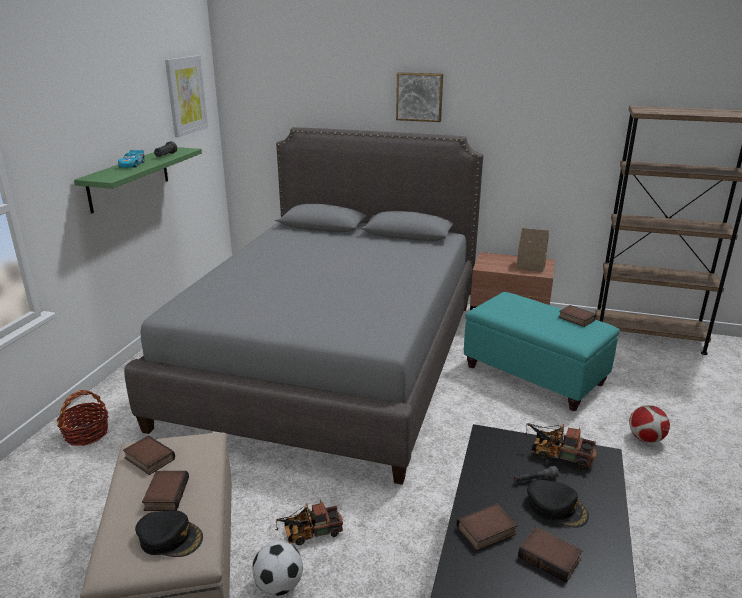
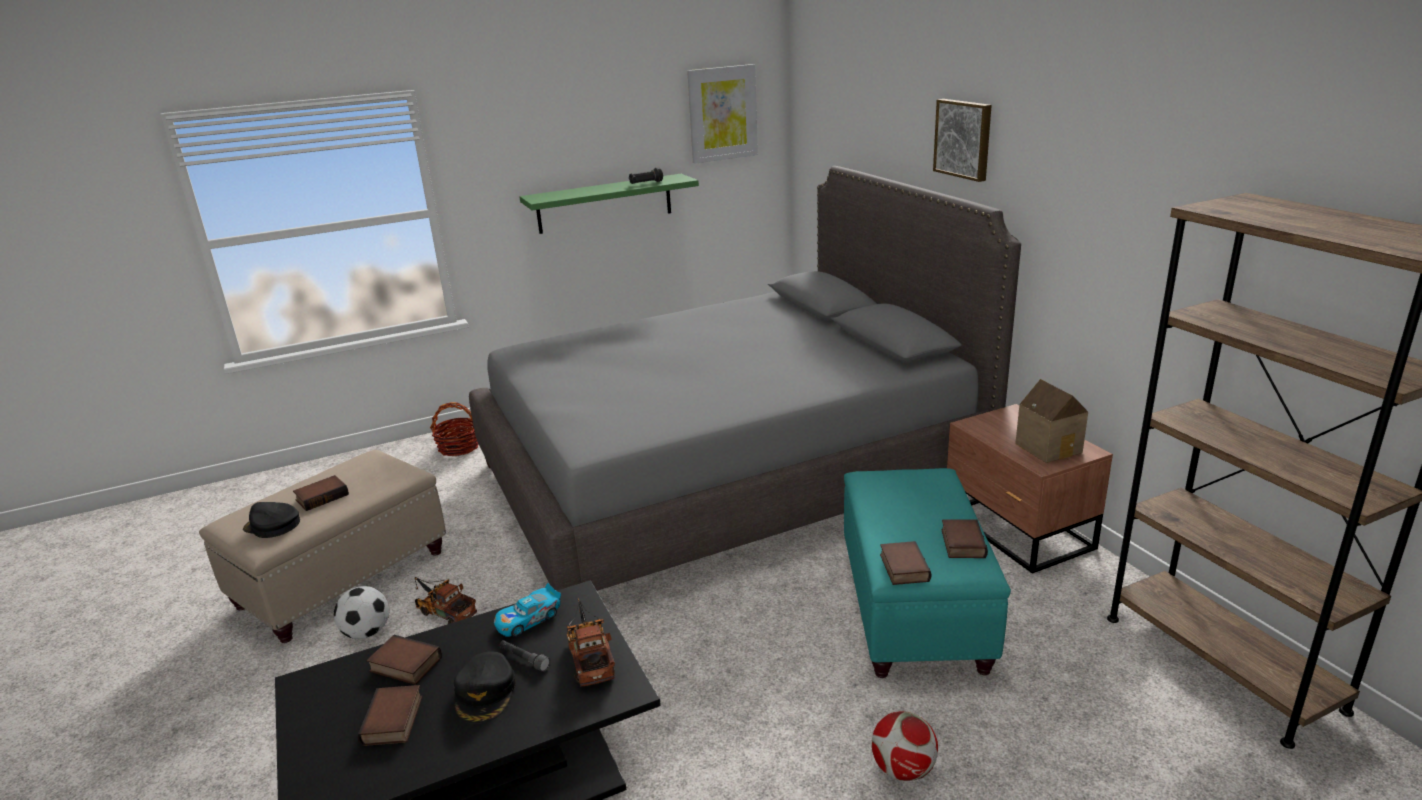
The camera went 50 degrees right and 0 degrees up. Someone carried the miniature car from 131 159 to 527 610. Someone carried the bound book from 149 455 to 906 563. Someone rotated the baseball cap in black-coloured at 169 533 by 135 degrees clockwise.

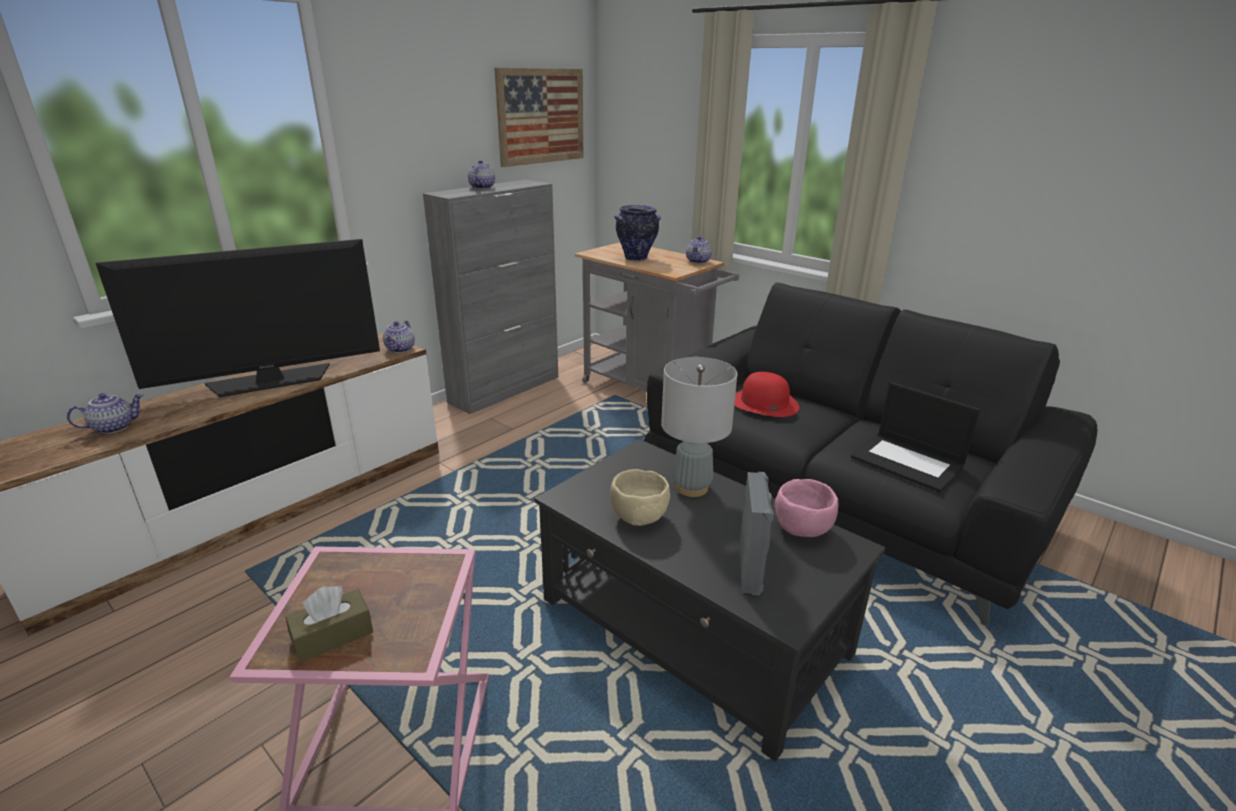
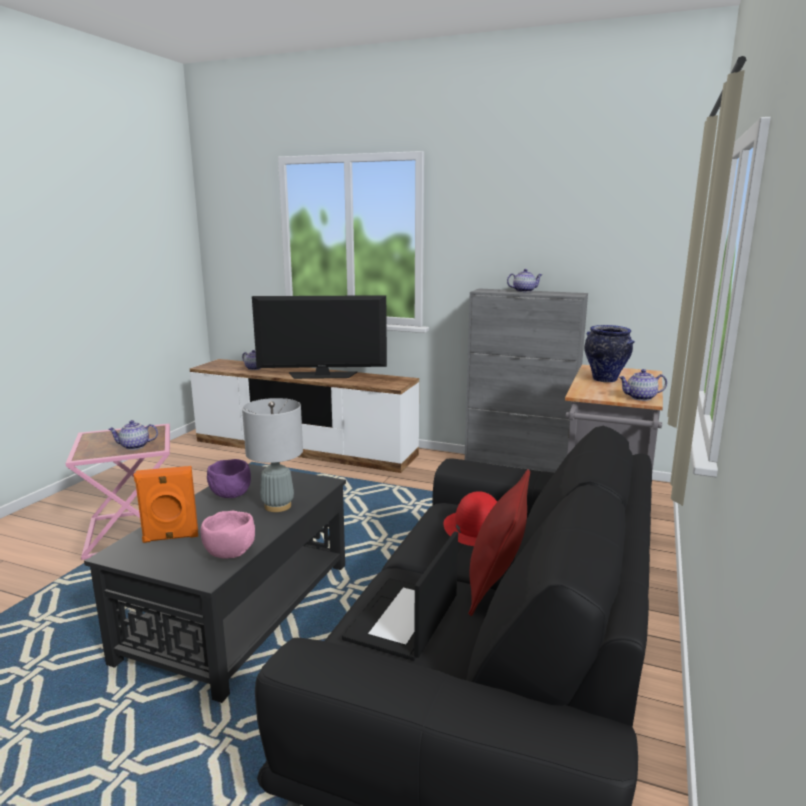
The camera went 70 degrees right and 10 degrees down. Someone took away the wall art at 539 117. Someone rotated the TV at 238 318 by 45 degrees counterclockwise. Someone carried the tea pot from 399 336 to 133 435. Someone repainted the bowl in sand-coloured at 640 497, which became the bowl in purple-coloured at 229 478. Someone repainted the loudspeaker in gray at 756 534, which became the loudspeaker in orange at 166 504. Someone took away the tissue holder in brownish at 329 624. Someone put down the pillow in red at 499 542.

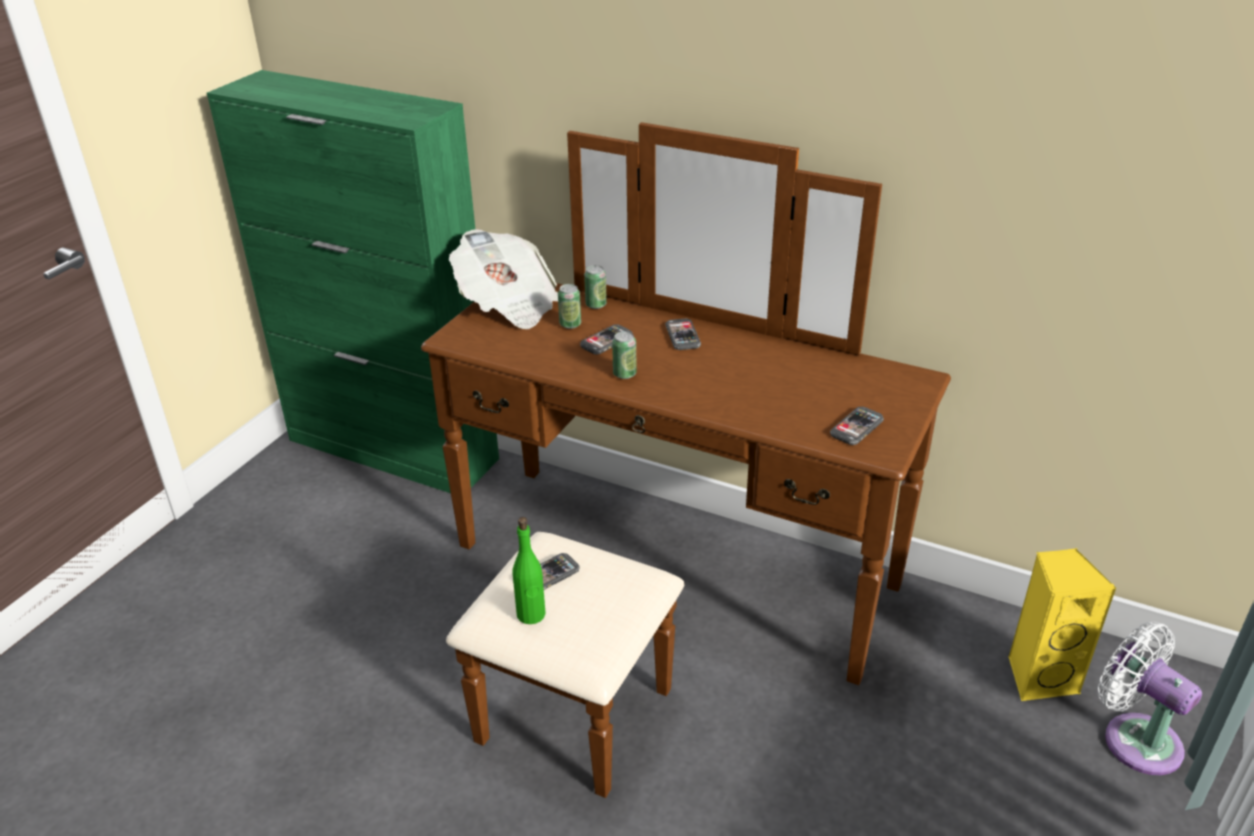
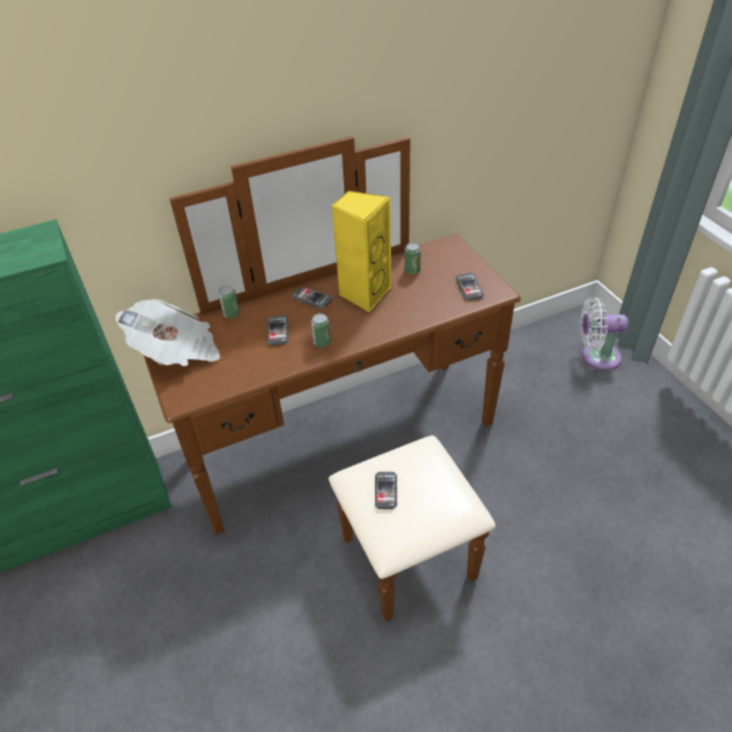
The camera went 50 degrees left and 10 degrees up. Someone carried the metal can from 569 306 to 413 258. Someone took away the bottle in green-coloured at 529 570. Someone carried the loudspeaker in yellow-coloured from 1062 624 to 361 251.

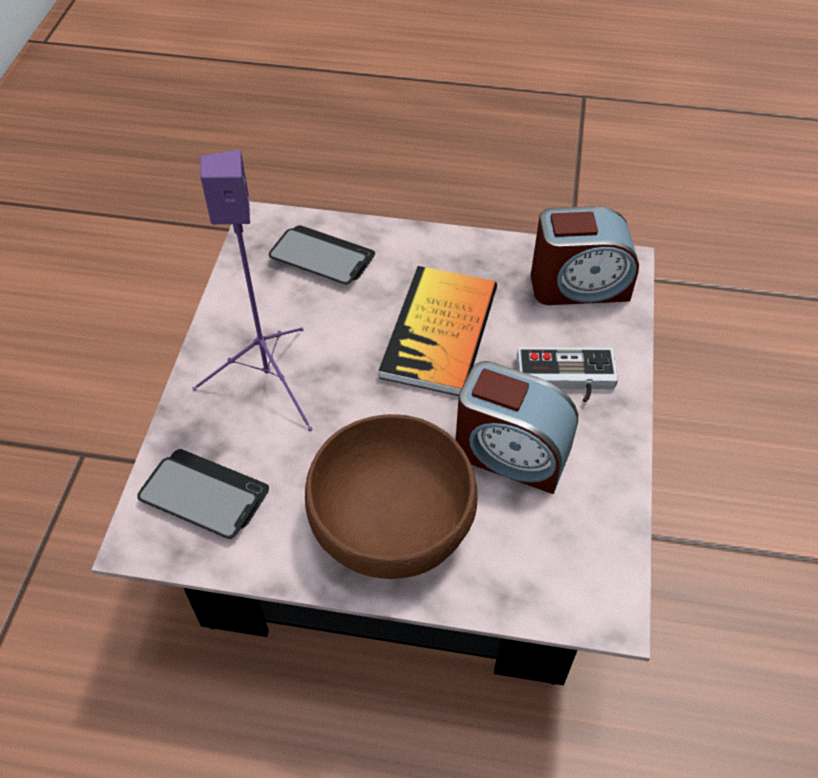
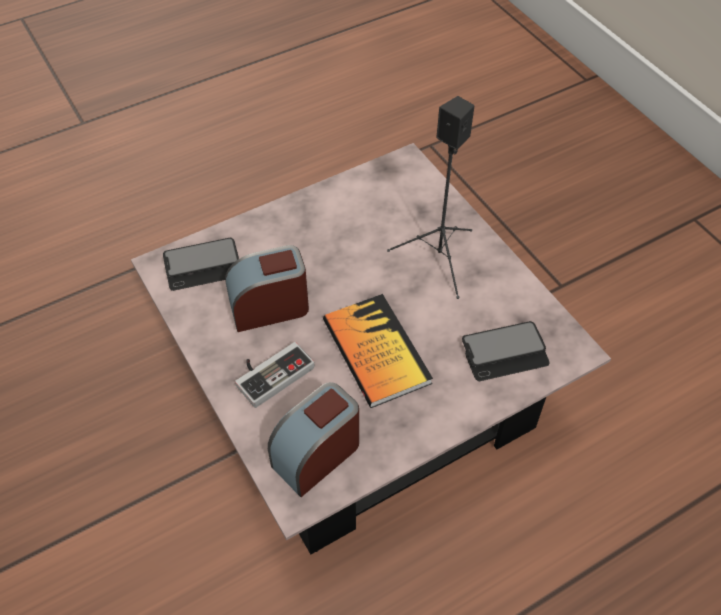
The camera went 140 degrees right and 0 degrees up. Someone repainted the loudspeaker in purple-coloured at 252 290, which became the loudspeaker in black-coloured at 430 197. Someone took away the bowl in brownish at 391 496. Someone carried the handset from 203 494 to 201 264.

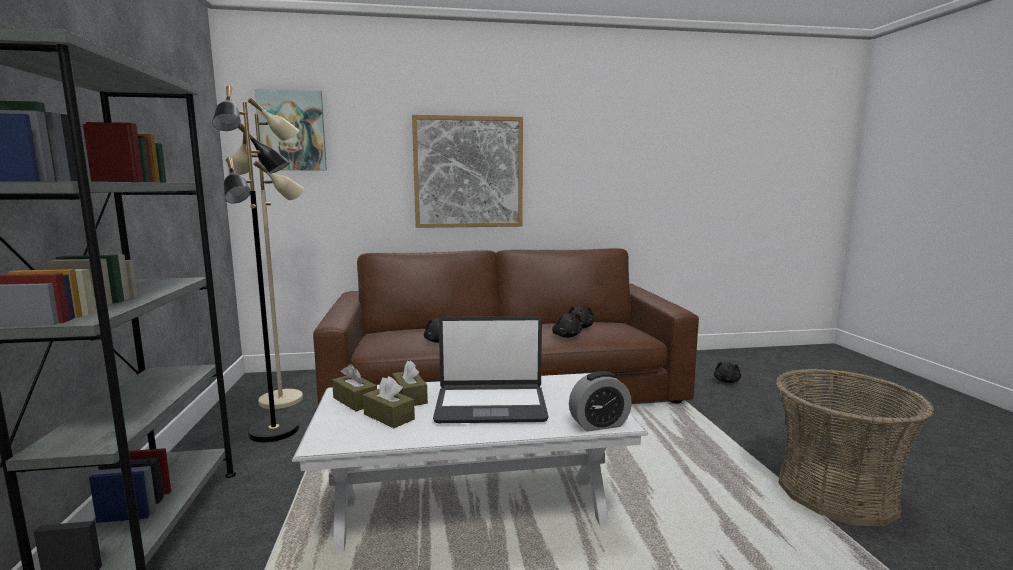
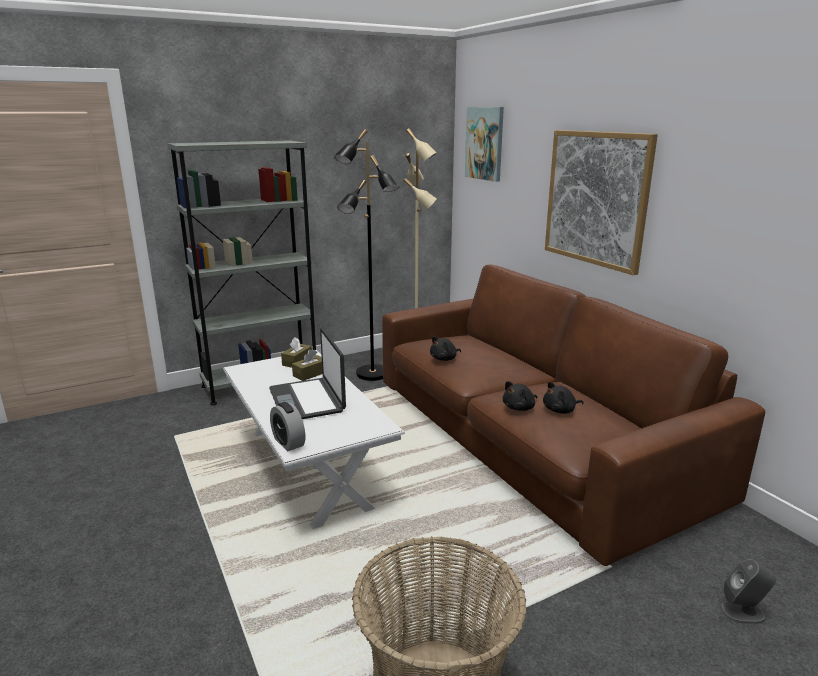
The camera went 70 degrees right and 10 degrees up. Someone swapped the plush toy in black-coloured at 727 372 for the loudspeaker in gray at 748 591. Someone took away the tissue holder in brownish at 389 402.

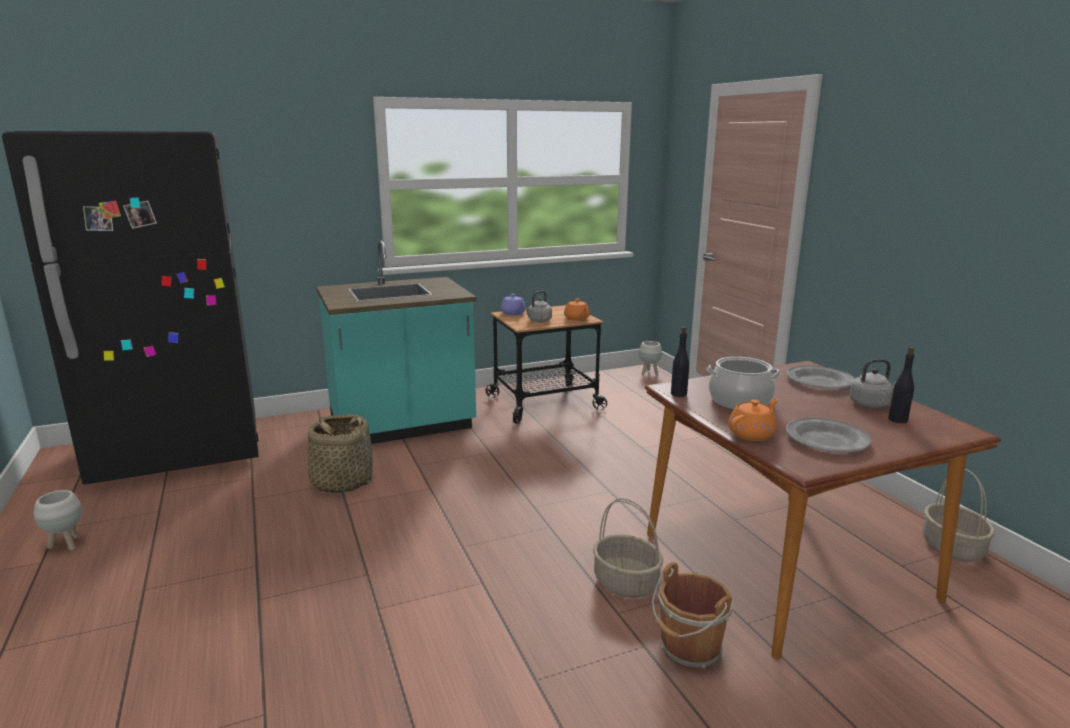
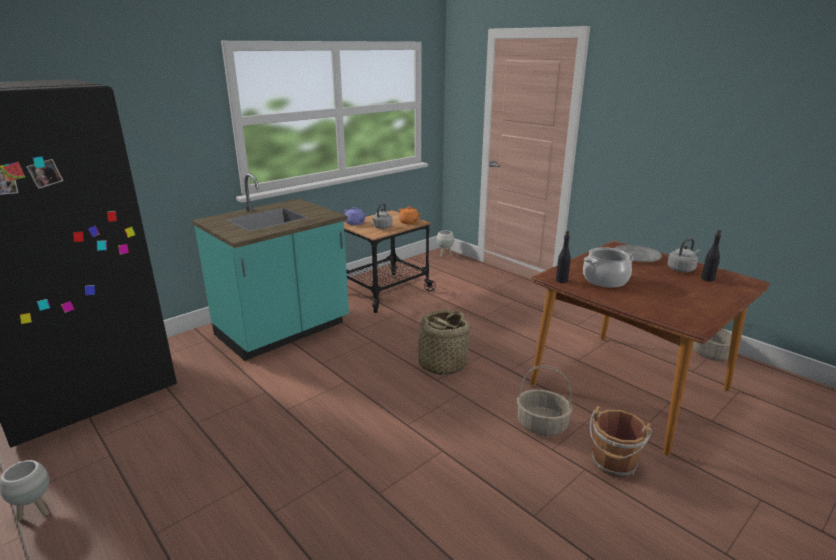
The camera went 20 degrees left and 5 degrees up. Someone took away the tea pot in orange at 753 420. Someone carried the storage basket from 338 453 to 439 342. Someone took away the flat dish in gray at 829 435.

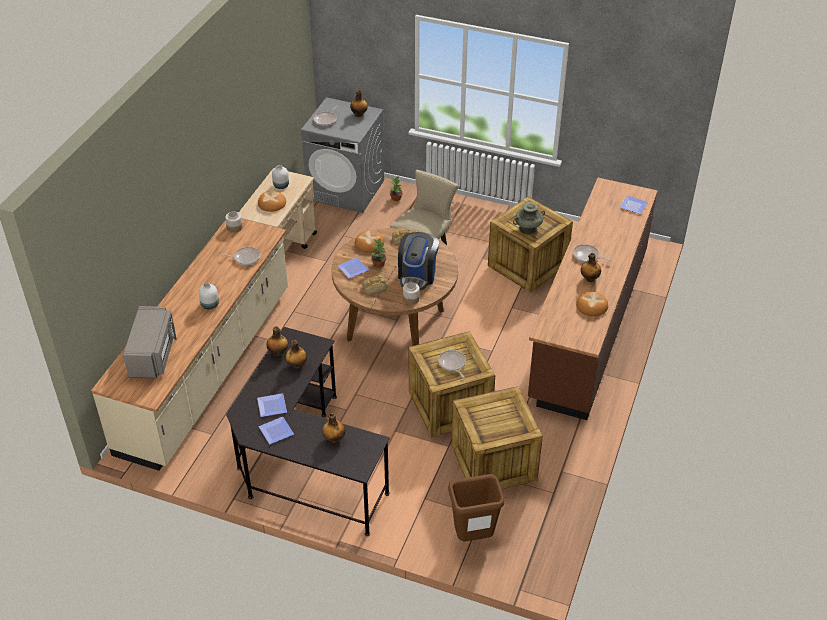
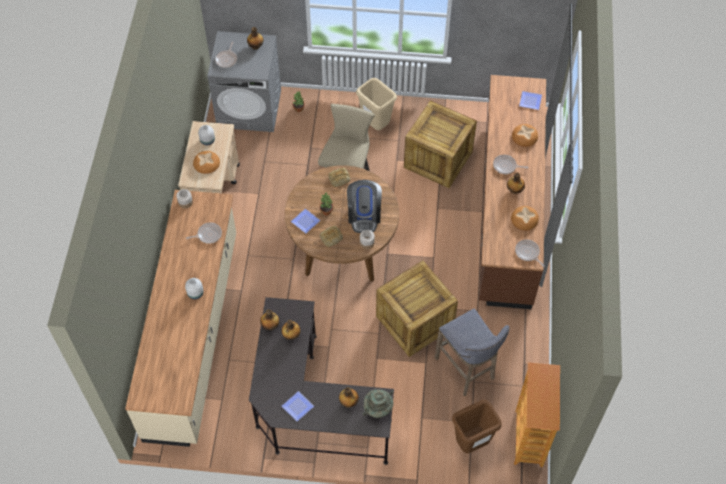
The camera went 15 degrees left and 15 degrees up. Someone carried the decorative vase in turquoise-coloured from 529 218 to 378 403. Someone carried the baked bread from 369 241 to 525 135. Someone took away the microwave oven in gray at 150 342. Someone carried the skillet from 452 364 to 530 253. Someone swapped the shipping crate at 497 437 for the stool in gray at 472 352. Someone took away the flat dish at 272 405. Someone put down the waste bin in sand-coloured at 376 104. Someone put down the bookshelf at 537 414.

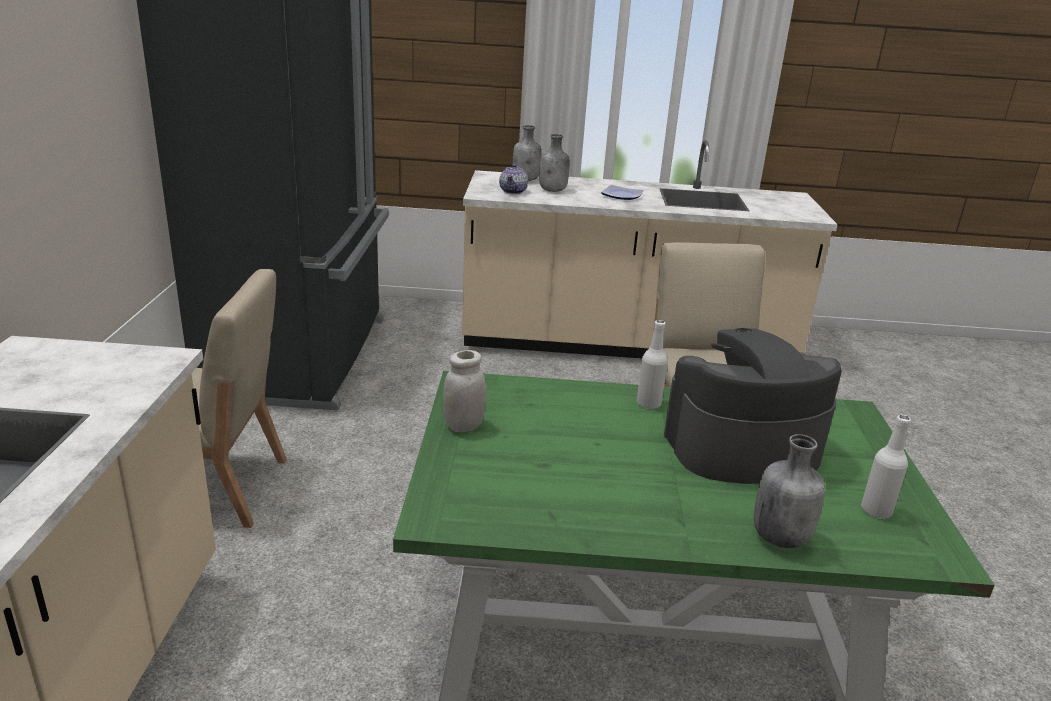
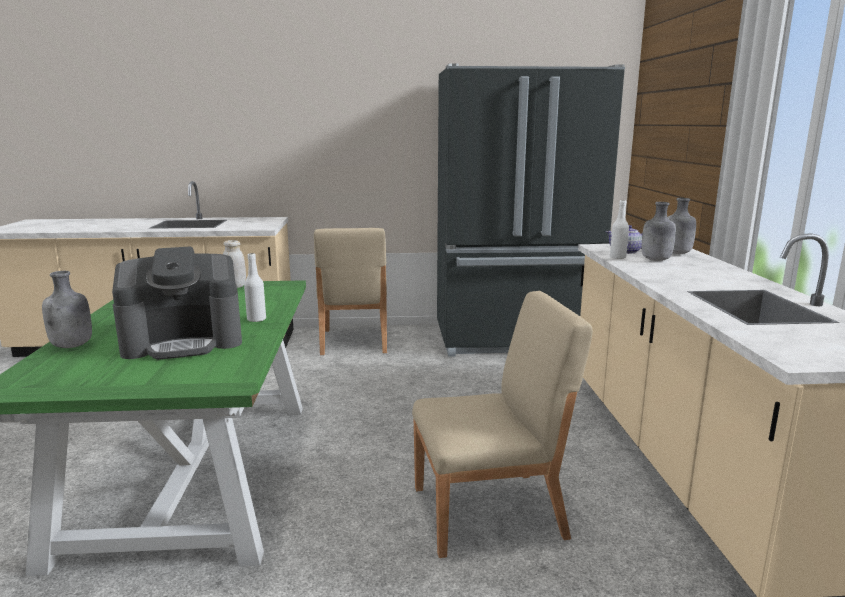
The camera went 85 degrees right and 10 degrees down. Someone took away the flat dish at 622 192. Someone rotated the coffee brewer at 753 406 by 90 degrees clockwise. Someone carried the bottle in white from 886 467 to 619 229.

